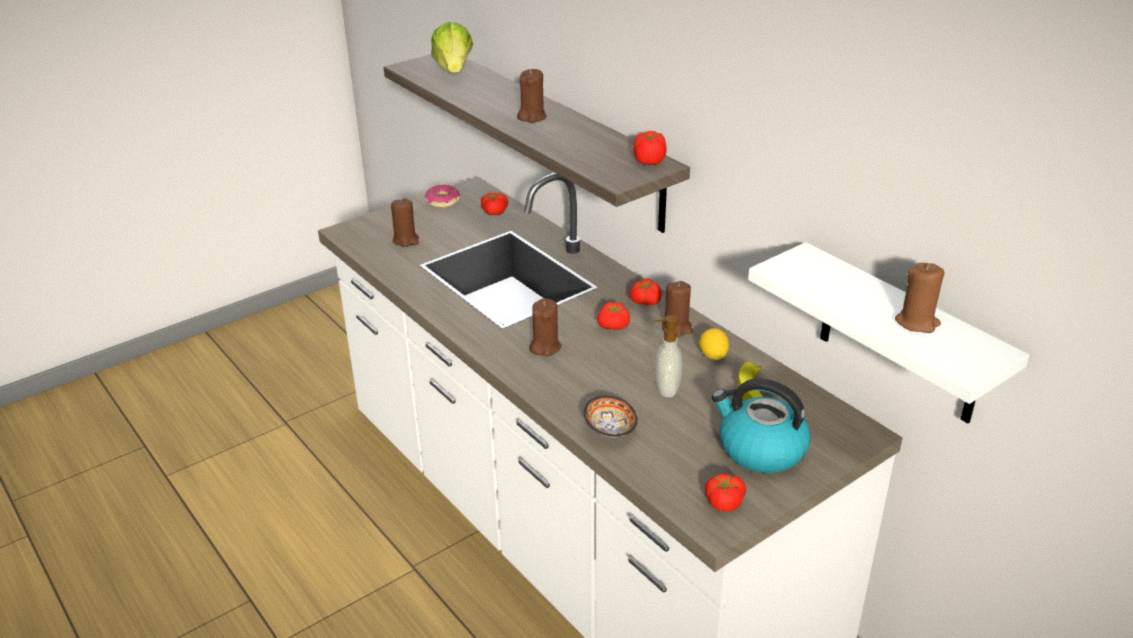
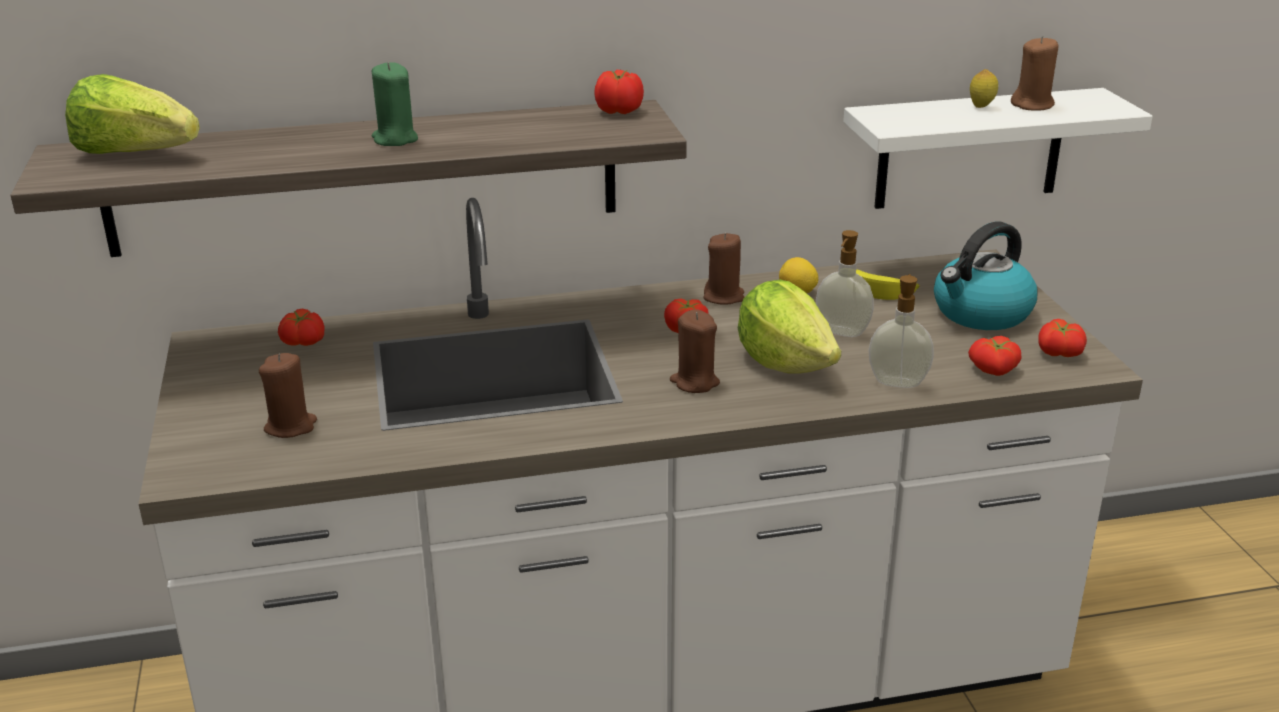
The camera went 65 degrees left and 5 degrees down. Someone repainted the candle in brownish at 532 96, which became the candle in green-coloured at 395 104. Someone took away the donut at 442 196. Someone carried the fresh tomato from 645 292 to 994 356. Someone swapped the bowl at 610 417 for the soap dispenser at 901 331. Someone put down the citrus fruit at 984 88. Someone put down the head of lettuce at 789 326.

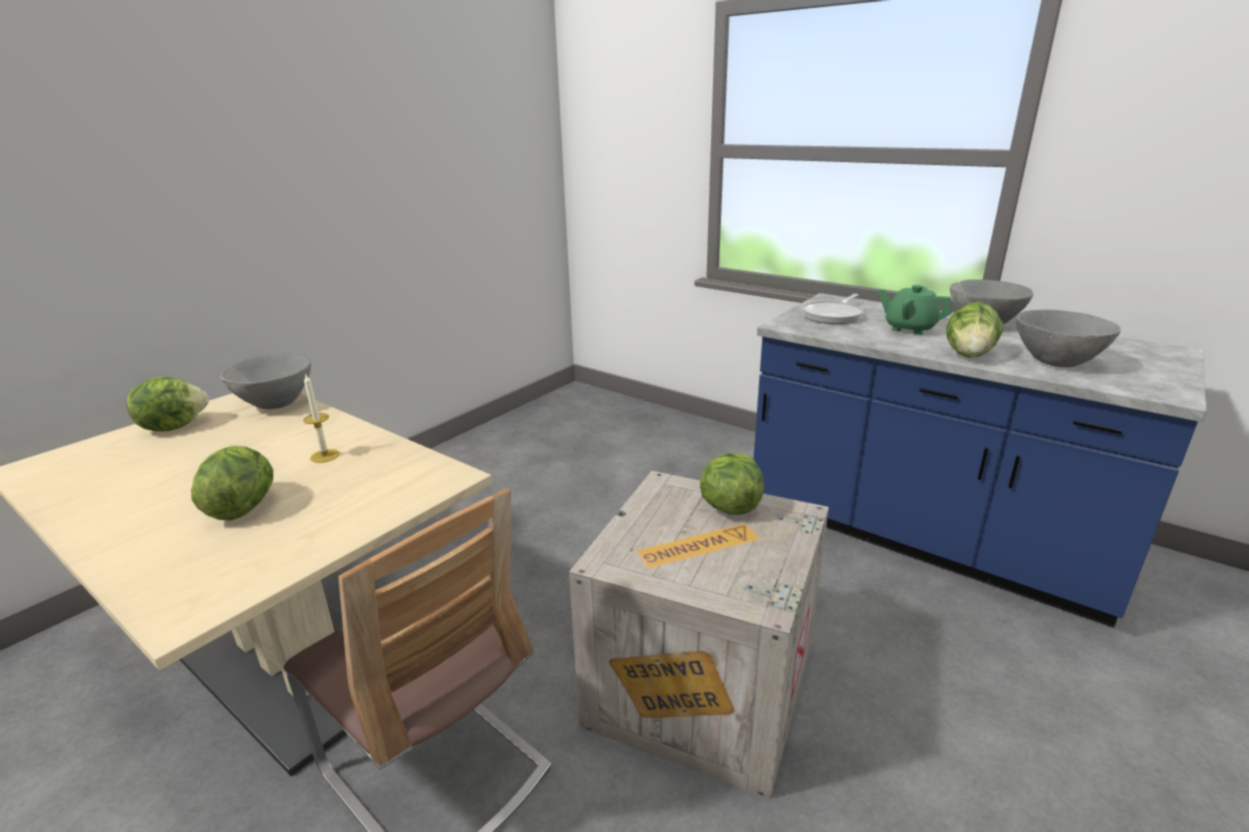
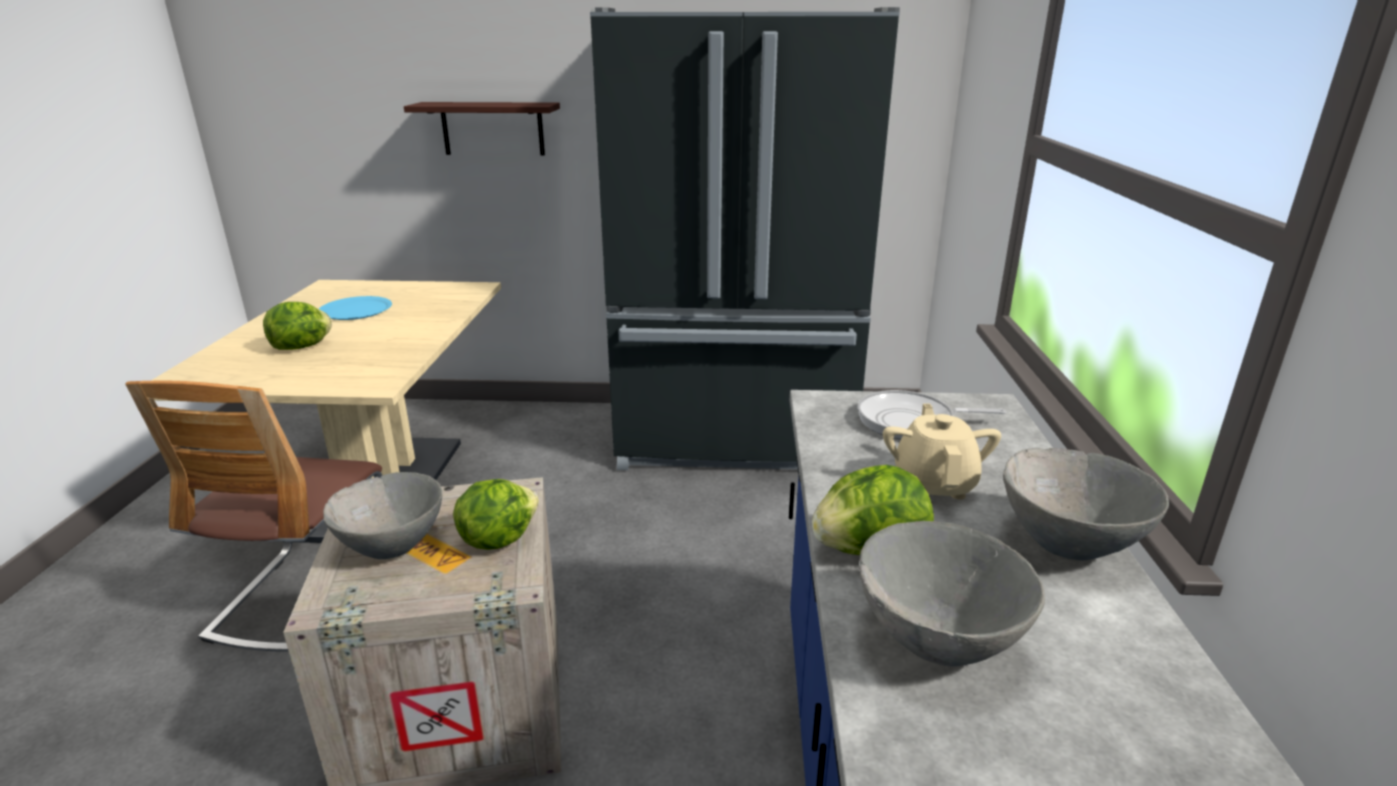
The camera went 55 degrees right and 0 degrees up. Someone repainted the tea pot in green-coloured at 915 310, which became the tea pot in sand-coloured at 942 451. Someone carried the bowl in gray from 265 381 to 382 515. Someone took away the candle at 321 418. Someone took away the head of lettuce at 167 404. Someone put down the fridge in black-coloured at 745 238. Someone put up the shelf at 482 129. Someone put down the flat dish in blue at 355 308.

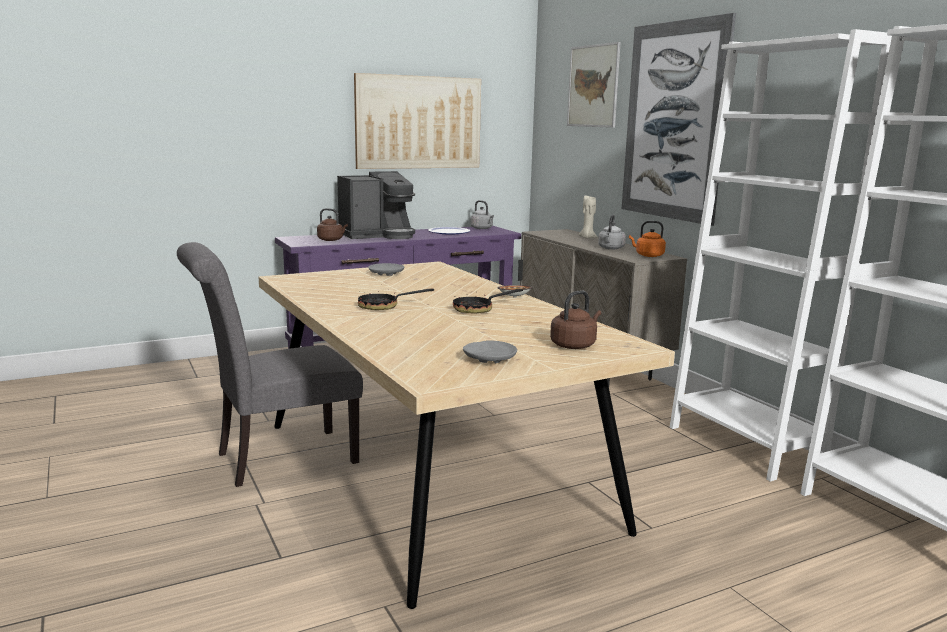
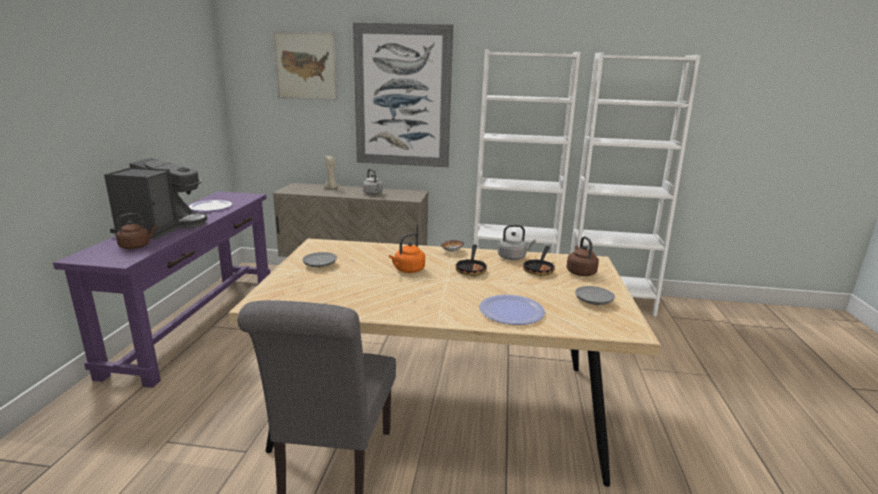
The camera went 55 degrees left and 5 degrees up. Someone took away the wall art at 417 121. Someone carried the water kettle in gray from 482 214 to 517 242. Someone carried the water kettle in orange from 647 239 to 407 253. Someone carried the skillet from 396 299 to 539 261. Someone put down the flat dish at 512 310.

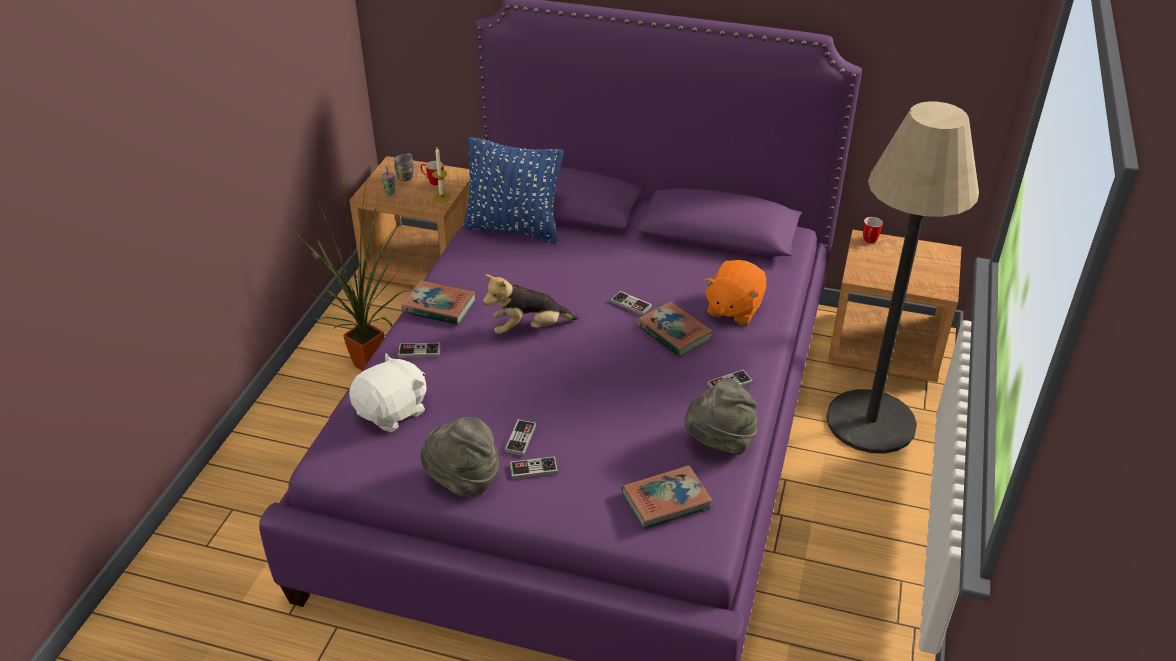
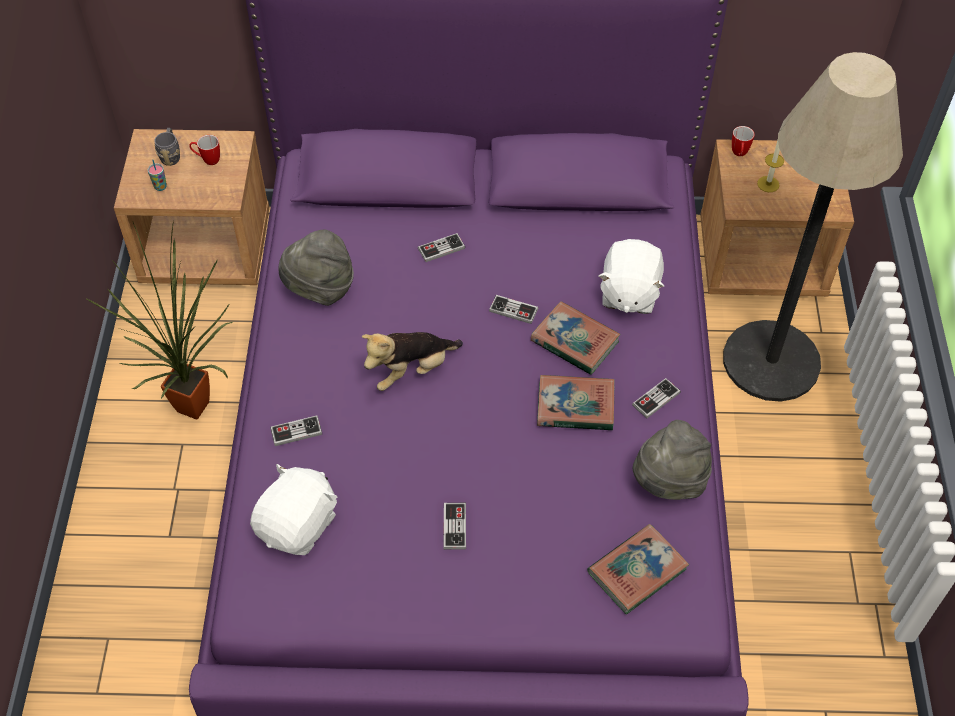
The camera went 15 degrees left and 15 degrees up. Someone took away the pillow in blue at 513 190. Someone carried the candle from 441 175 to 770 166. Someone repainted the plush toy in orange at 735 292, which became the plush toy in white at 631 276. Someone carried the bound book from 438 302 to 575 402. Someone carried the wearable hat in gray from 460 457 to 316 267. Someone carried the game controller from 534 467 to 441 247.

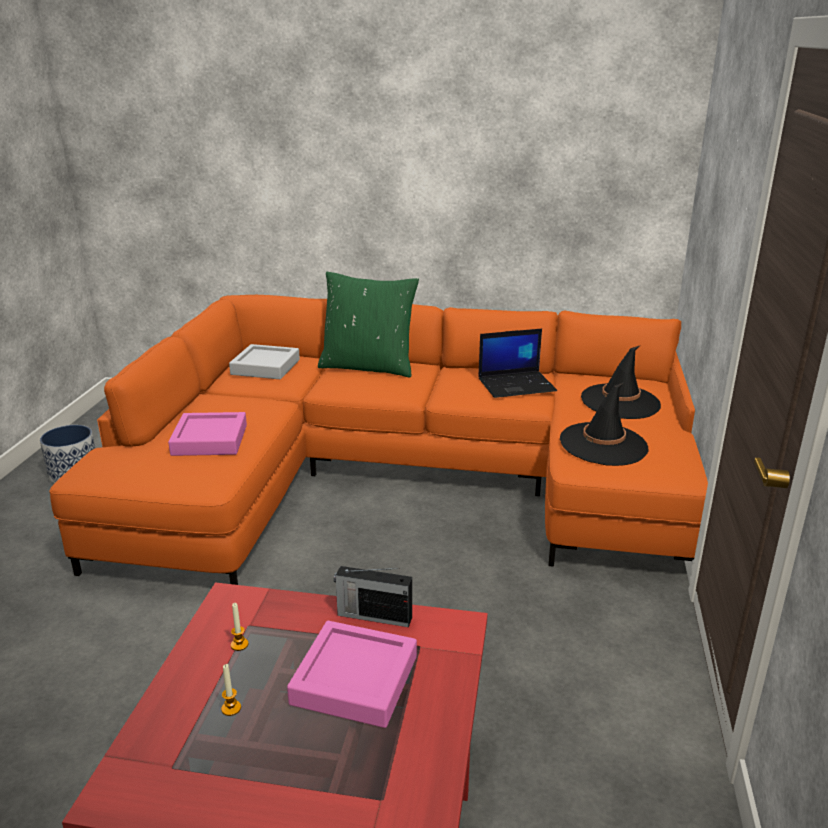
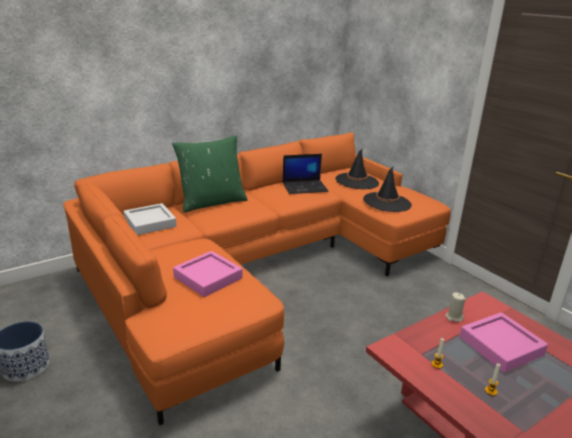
The camera went 45 degrees left and 0 degrees up. Someone rotated the laptop at 517 363 by 45 degrees clockwise. Someone swapped the radio receiver at 373 596 for the candle in sand-coloured at 455 307.

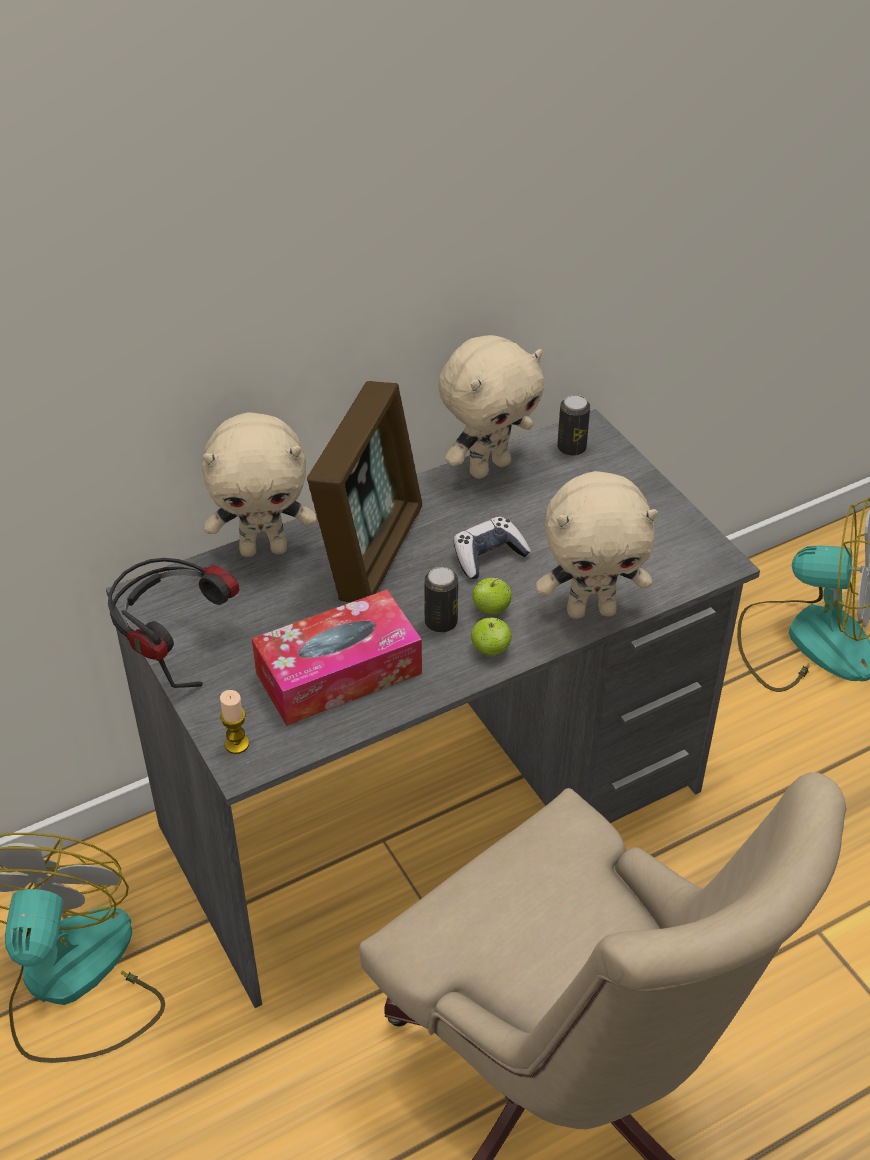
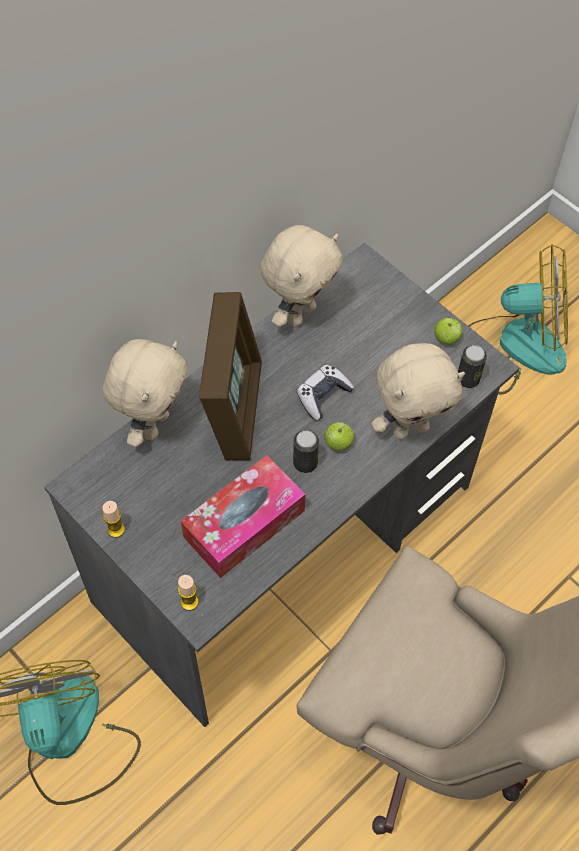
The camera went 15 degrees left and 15 degrees up. Someone carried the metal can from 573 425 to 472 366. Someone rotated the plush toy in sand-coloured at 259 484 by 45 degrees counterclockwise. Someone swapped the headphones at 173 623 for the candle at 113 519. Someone carried the whole apple from 491 636 to 448 331.

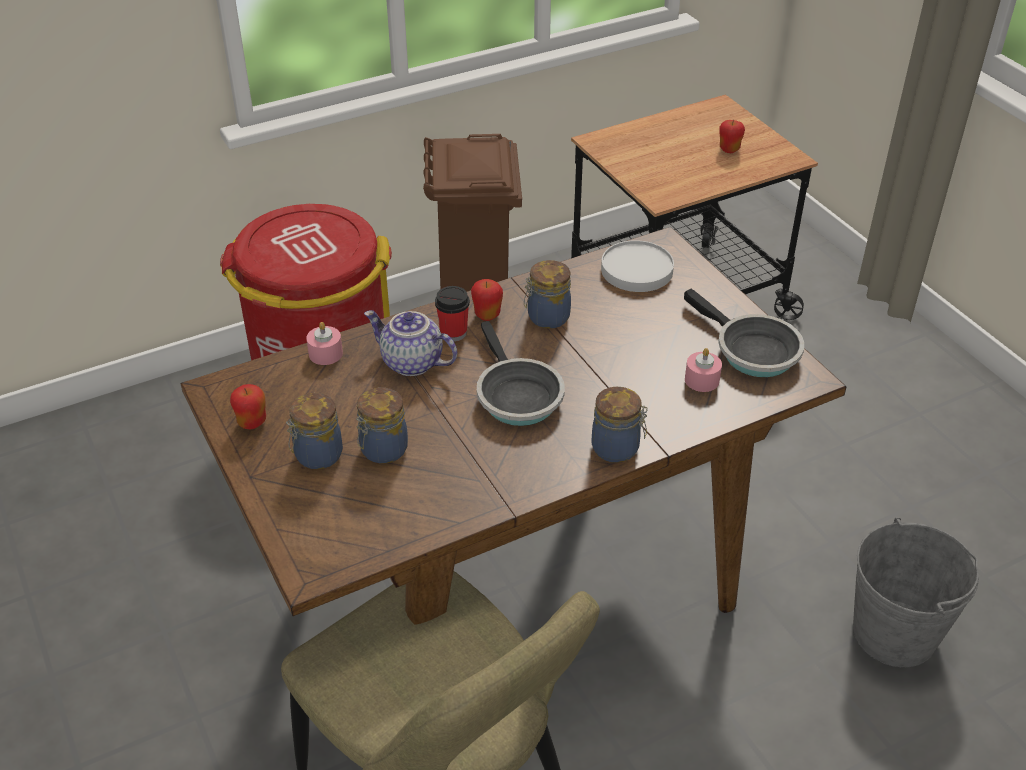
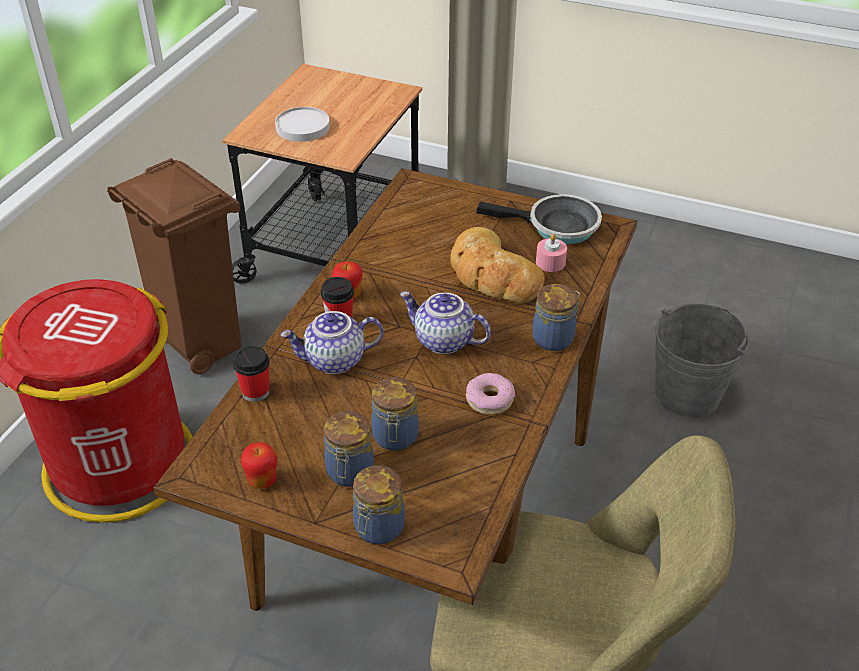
The camera went 40 degrees left and 0 degrees up. Someone took away the whole apple at 732 136. Someone carried the flat dish in white from 637 266 to 302 124. Someone carried the jar from 547 294 to 379 505. Someone swapped the skillet at 521 373 for the tea pot at 445 322. Someone swapped the candle in pinkish at 324 343 for the small cup at 251 373. Someone put down the baked bread at 497 265. Someone put down the donut at 490 394.

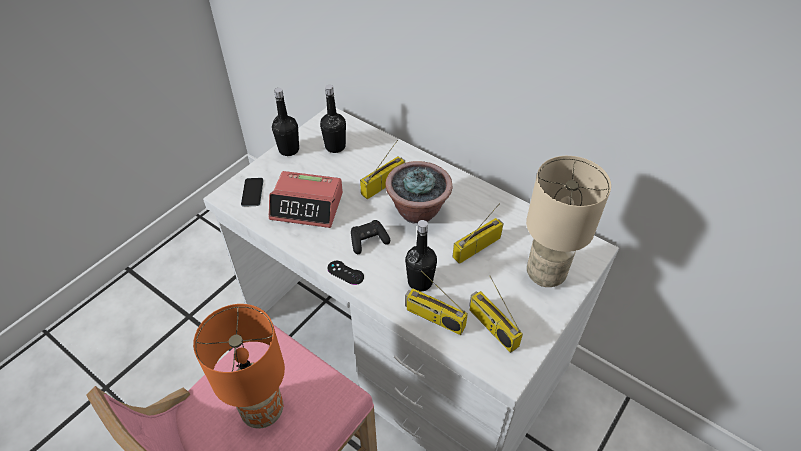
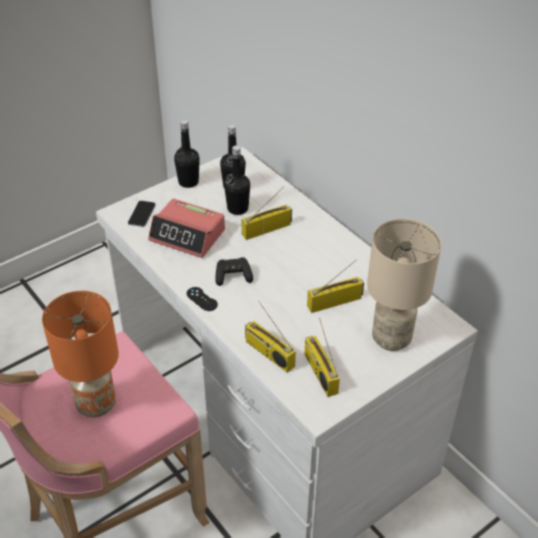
The camera went 15 degrees right and 5 degrees down. Someone took away the houseplant at 418 192. Someone carried the bottle in black-coloured from 421 255 to 237 180.

